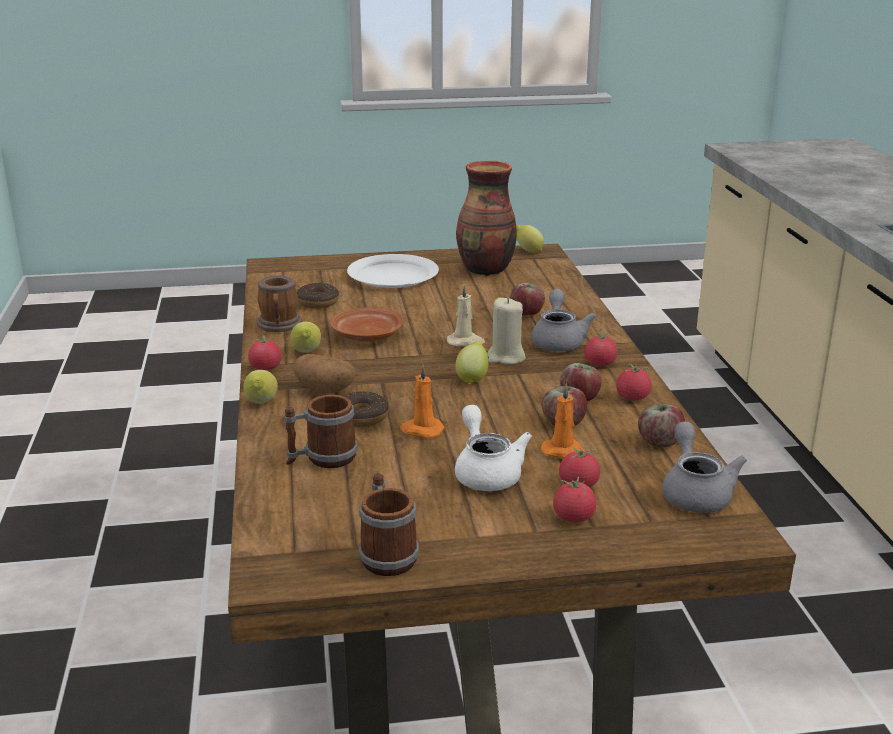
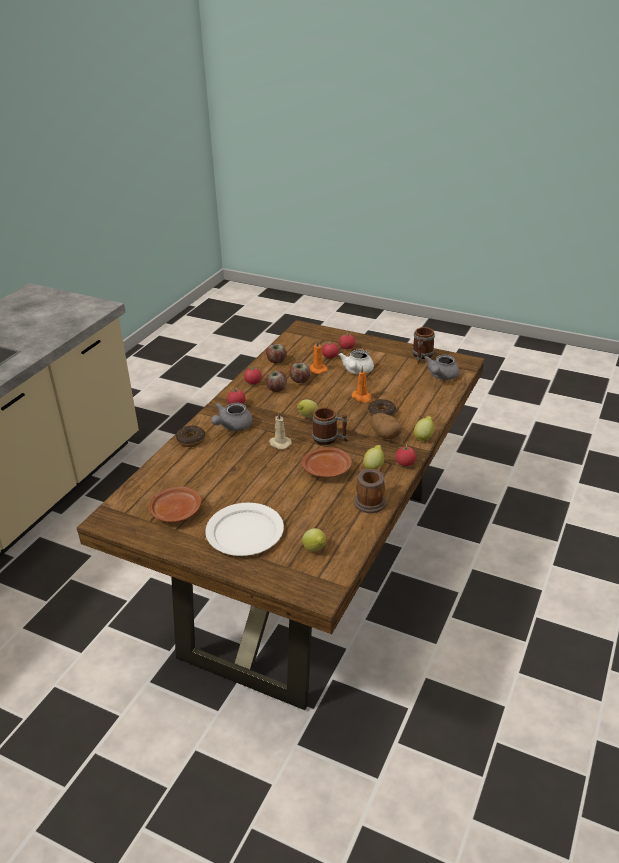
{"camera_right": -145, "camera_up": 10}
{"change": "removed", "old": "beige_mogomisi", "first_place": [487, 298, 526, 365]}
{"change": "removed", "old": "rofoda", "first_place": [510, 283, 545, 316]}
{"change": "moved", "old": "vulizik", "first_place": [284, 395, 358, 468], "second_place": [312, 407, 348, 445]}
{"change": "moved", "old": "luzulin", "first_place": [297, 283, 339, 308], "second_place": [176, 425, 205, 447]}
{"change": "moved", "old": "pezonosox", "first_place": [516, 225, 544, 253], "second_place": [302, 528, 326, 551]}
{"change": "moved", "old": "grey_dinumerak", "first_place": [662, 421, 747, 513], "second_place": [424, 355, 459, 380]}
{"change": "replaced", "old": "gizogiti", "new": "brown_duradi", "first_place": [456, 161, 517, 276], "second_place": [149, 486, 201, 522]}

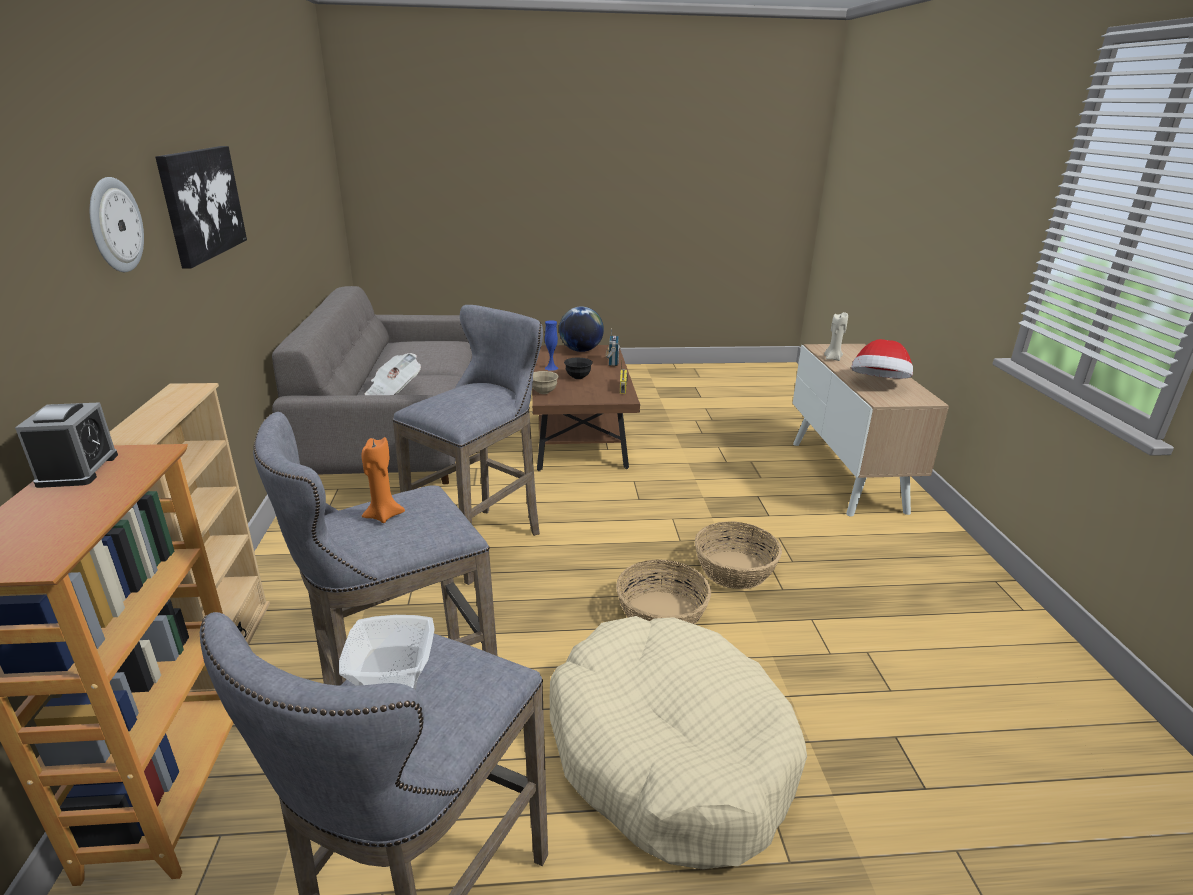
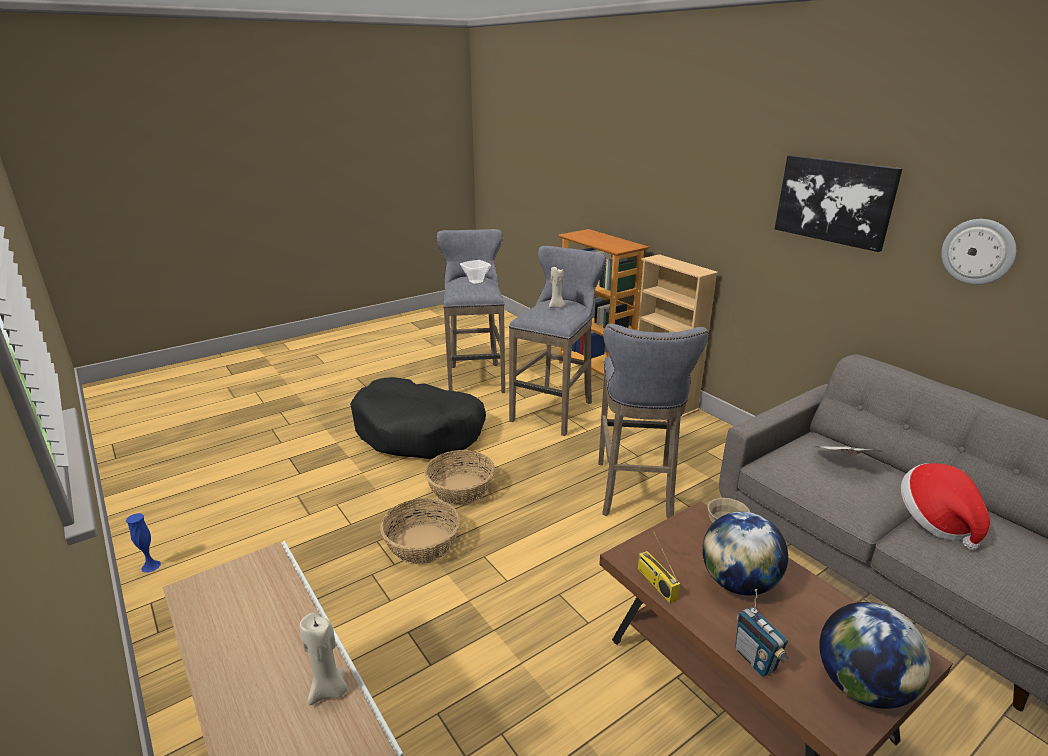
{"camera_right": 150, "camera_up": 0}
{"change": "removed", "old": "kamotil", "first_place": [15, 402, 118, 488]}
{"change": "moved", "old": "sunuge", "first_place": [90, 177, 144, 272], "second_place": [941, 219, 1016, 285]}
{"change": "moved", "old": "blue_gizogiti", "first_place": [545, 320, 558, 371], "second_place": [126, 513, 161, 573]}
{"change": "moved", "old": "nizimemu", "first_place": [851, 339, 913, 379], "second_place": [901, 463, 990, 550]}
{"change": "replaced", "old": "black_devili", "new": "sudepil", "first_place": [564, 357, 593, 379], "second_place": [702, 511, 788, 595]}
{"change": "recoloured", "old": "orange_mogomisi", "new": "beige_mogomisi", "first_place": [362, 437, 405, 523], "second_place": [549, 267, 565, 308]}
{"change": "recoloured", "old": "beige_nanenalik", "new": "black_nanenalik", "first_place": [550, 616, 807, 869], "second_place": [350, 377, 486, 459]}

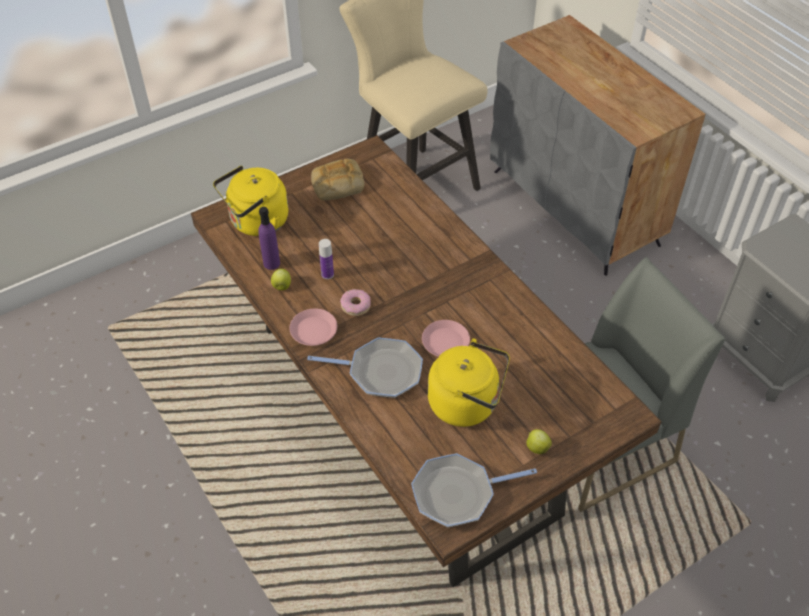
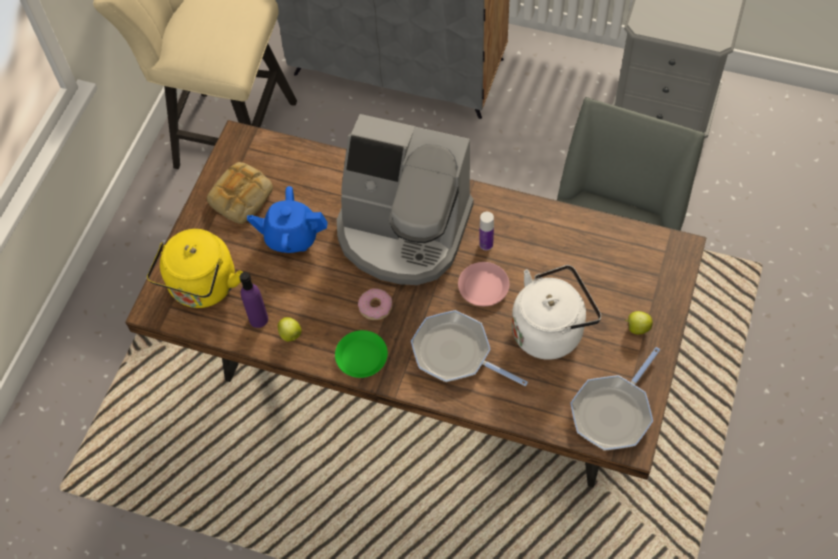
{"camera_right": -35, "camera_up": 10}
{"change": "added", "new": "blue_dinumerak", "second_place": [247, 186, 328, 253]}
{"change": "added", "new": "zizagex", "second_place": [337, 114, 474, 285]}
{"change": "moved", "old": "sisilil", "first_place": [319, 239, 334, 279], "second_place": [479, 212, 494, 250]}
{"change": "recoloured", "old": "pink_duradi", "new": "green_duradi", "first_place": [289, 309, 337, 346], "second_place": [335, 330, 388, 378]}
{"change": "recoloured", "old": "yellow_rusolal", "new": "white_rusolal", "first_place": [428, 339, 510, 427], "second_place": [512, 265, 601, 360]}
{"change": "turned", "old": "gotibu", "first_place": [307, 337, 423, 398], "second_place": [411, 310, 528, 386], "degrees": -120}

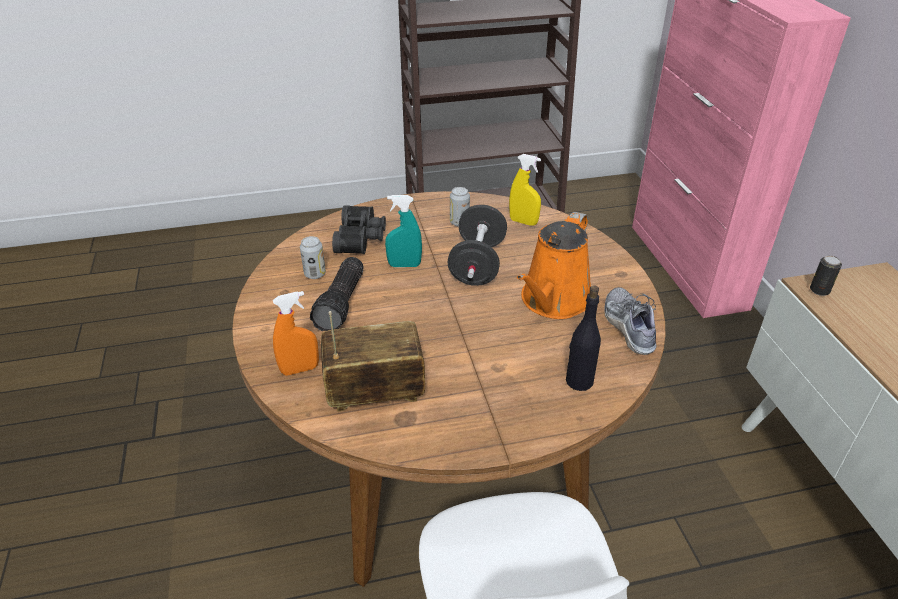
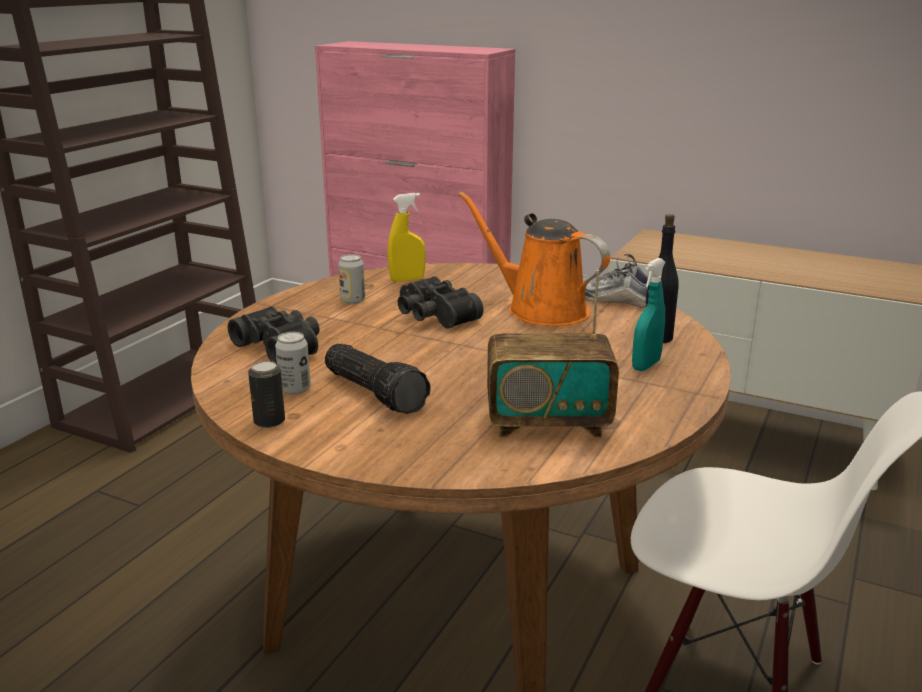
{"camera_right": -50, "camera_up": -15}
{"change": "removed", "old": "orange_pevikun", "first_place": [273, 291, 319, 376]}
{"change": "moved", "old": "turquoise_pevikun", "first_place": [385, 195, 422, 267], "second_place": [632, 258, 665, 371]}
{"change": "moved", "old": "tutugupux", "first_place": [810, 256, 842, 296], "second_place": [248, 361, 285, 428]}
{"change": "replaced", "old": "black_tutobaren", "new": "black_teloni", "first_place": [447, 205, 507, 286], "second_place": [398, 276, 483, 329]}
{"change": "turned", "old": "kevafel", "first_place": [321, 311, 425, 411], "second_place": [487, 270, 619, 437], "degrees": -120}
{"change": "turned", "old": "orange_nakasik", "first_place": [517, 212, 591, 319], "second_place": [458, 191, 610, 326], "degrees": 150}

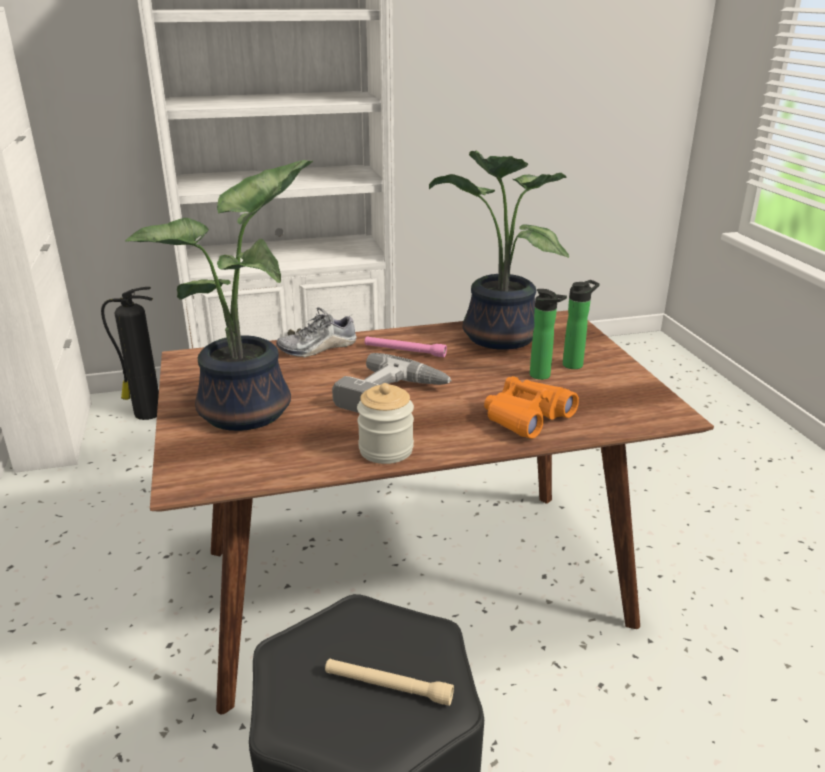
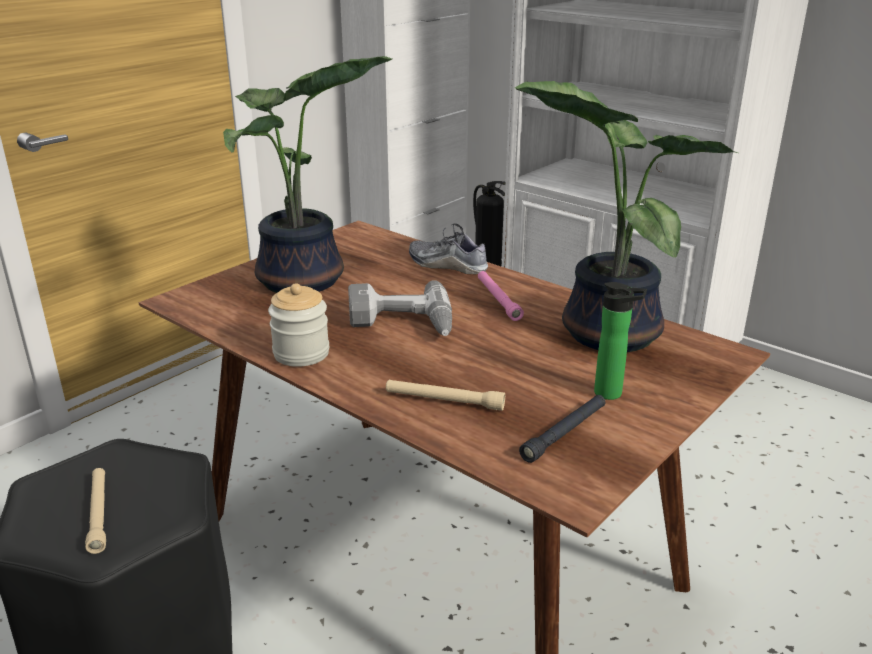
{"camera_right": 55, "camera_up": 0}
{"change": "removed", "old": "sisilil", "first_place": [530, 289, 567, 380]}
{"change": "added", "new": "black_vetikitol", "second_place": [519, 395, 605, 463]}
{"change": "replaced", "old": "orange_teloni", "new": "beige_vetikitol", "first_place": [484, 376, 579, 439], "second_place": [386, 380, 505, 411]}

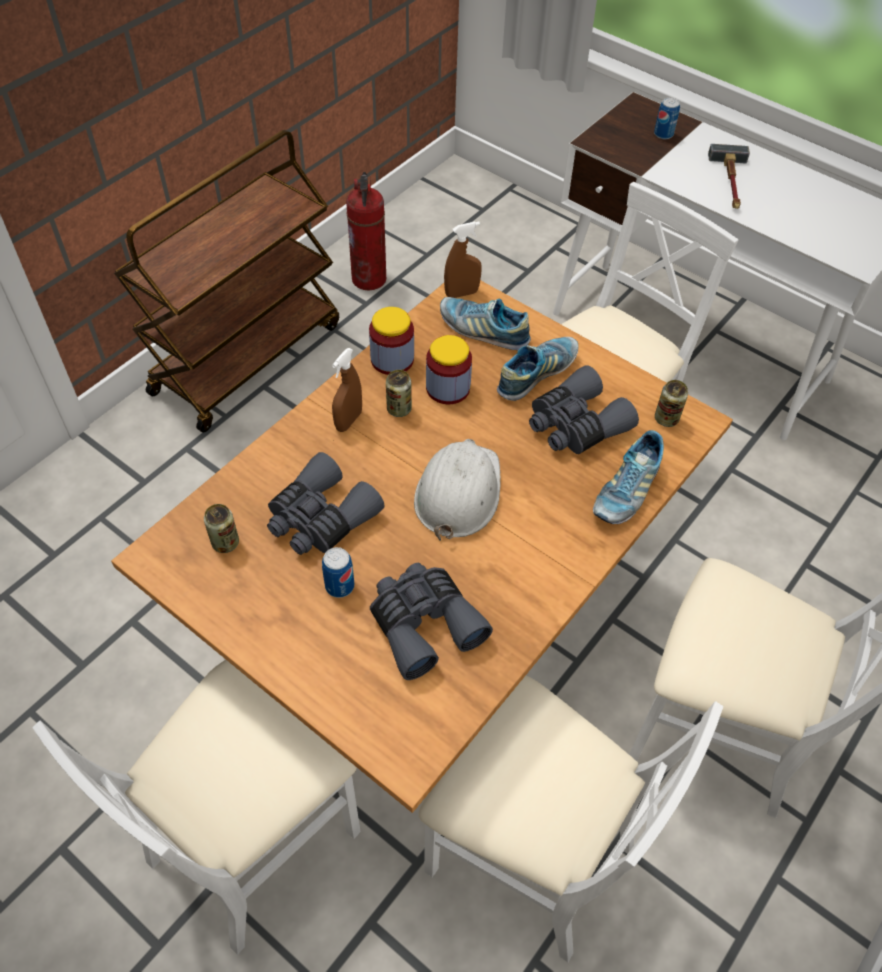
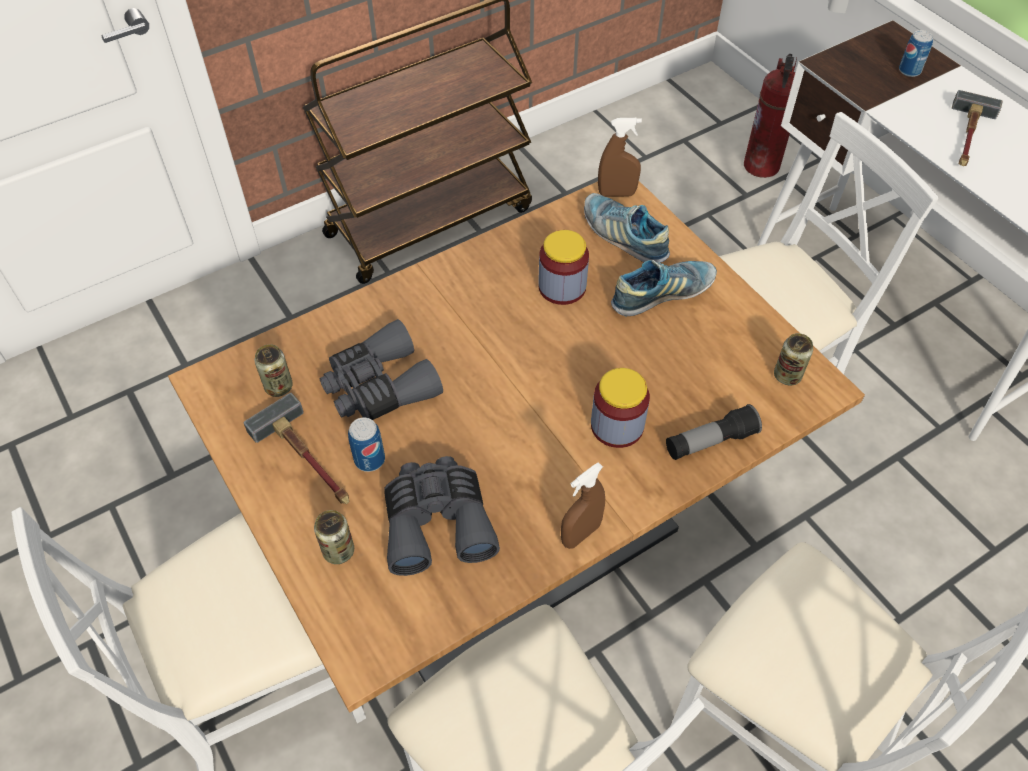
{"camera_right": 20, "camera_up": 0}
{"change": "removed", "old": "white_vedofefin", "first_place": [414, 439, 500, 541]}
{"change": "removed", "old": "grey_teloni", "first_place": [529, 365, 639, 454]}
{"change": "added", "new": "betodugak", "second_place": [244, 393, 349, 504]}
{"change": "moved", "old": "brown_pevikun", "first_place": [332, 348, 362, 432], "second_place": [561, 462, 605, 549]}
{"change": "moved", "old": "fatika", "first_place": [346, 172, 386, 290], "second_place": [744, 54, 797, 178]}
{"change": "moved", "old": "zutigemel", "first_place": [369, 307, 414, 375], "second_place": [591, 368, 650, 448]}
{"change": "moved", "old": "tutugupux", "first_place": [386, 370, 412, 417], "second_place": [314, 510, 354, 564]}
{"change": "replaced", "old": "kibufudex", "new": "vetikitol", "first_place": [593, 430, 664, 524], "second_place": [666, 404, 762, 460]}

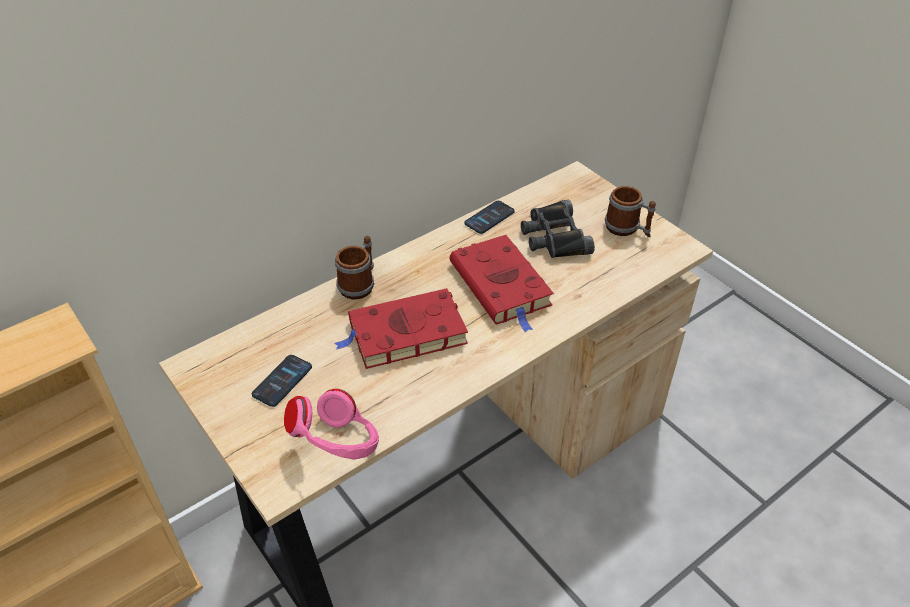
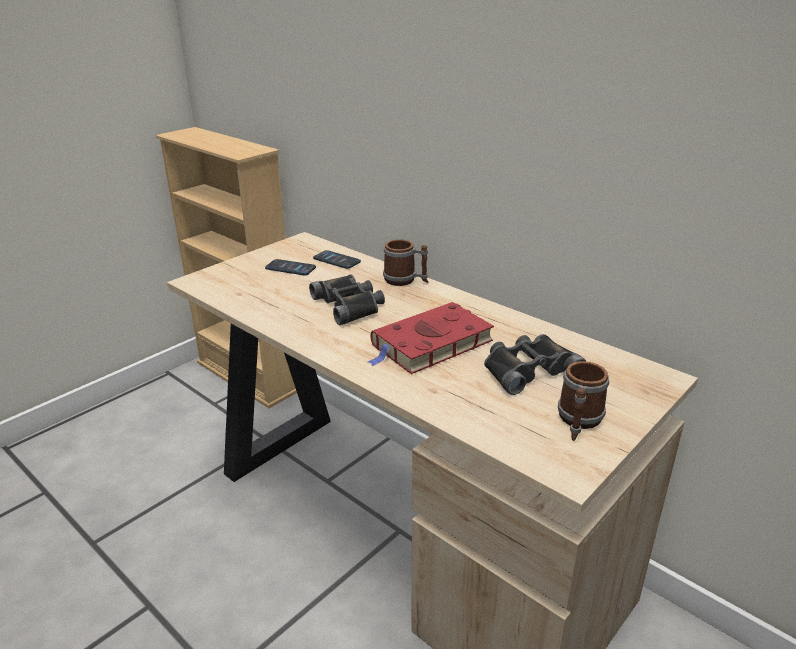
{"camera_right": 80, "camera_up": -15}
{"change": "removed", "old": "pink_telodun", "first_place": [284, 389, 379, 460]}
{"change": "moved", "old": "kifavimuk", "first_place": [465, 201, 515, 234], "second_place": [313, 250, 361, 269]}
{"change": "replaced", "old": "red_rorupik", "new": "black_teloni", "first_place": [334, 288, 468, 369], "second_place": [309, 274, 385, 325]}

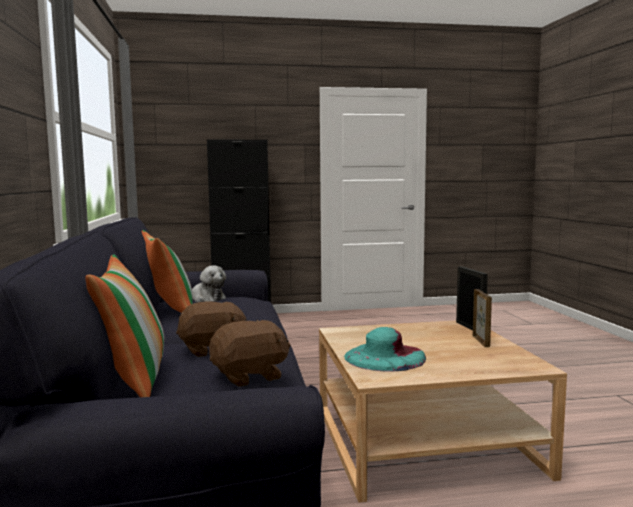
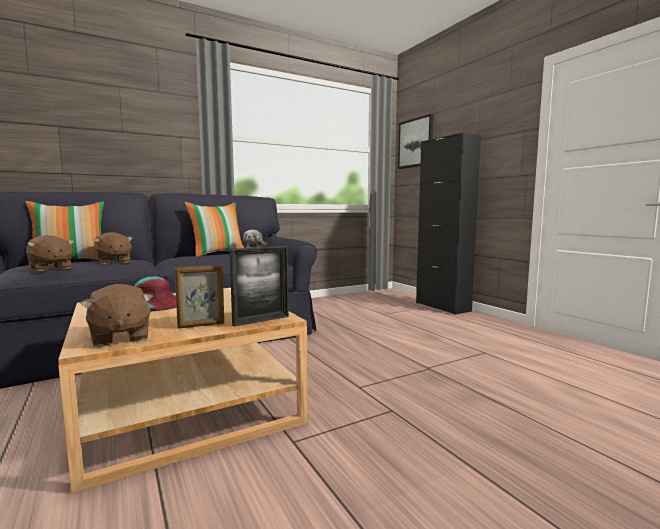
{"camera_right": 70, "camera_up": 0}
{"change": "added", "new": "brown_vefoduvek", "second_place": [80, 284, 153, 347]}
{"change": "added", "new": "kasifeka", "second_place": [398, 114, 434, 169]}

